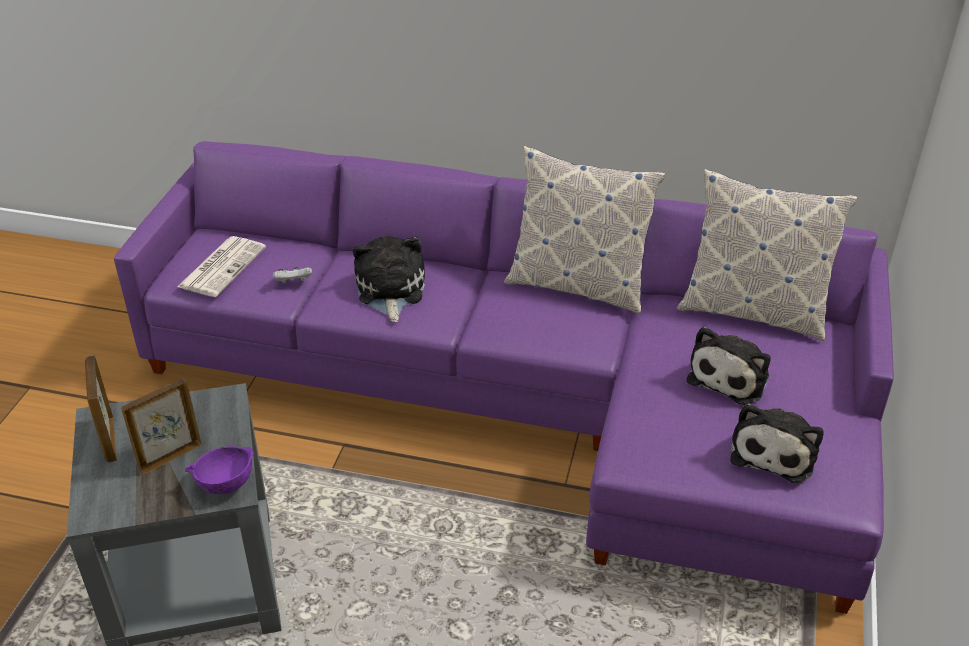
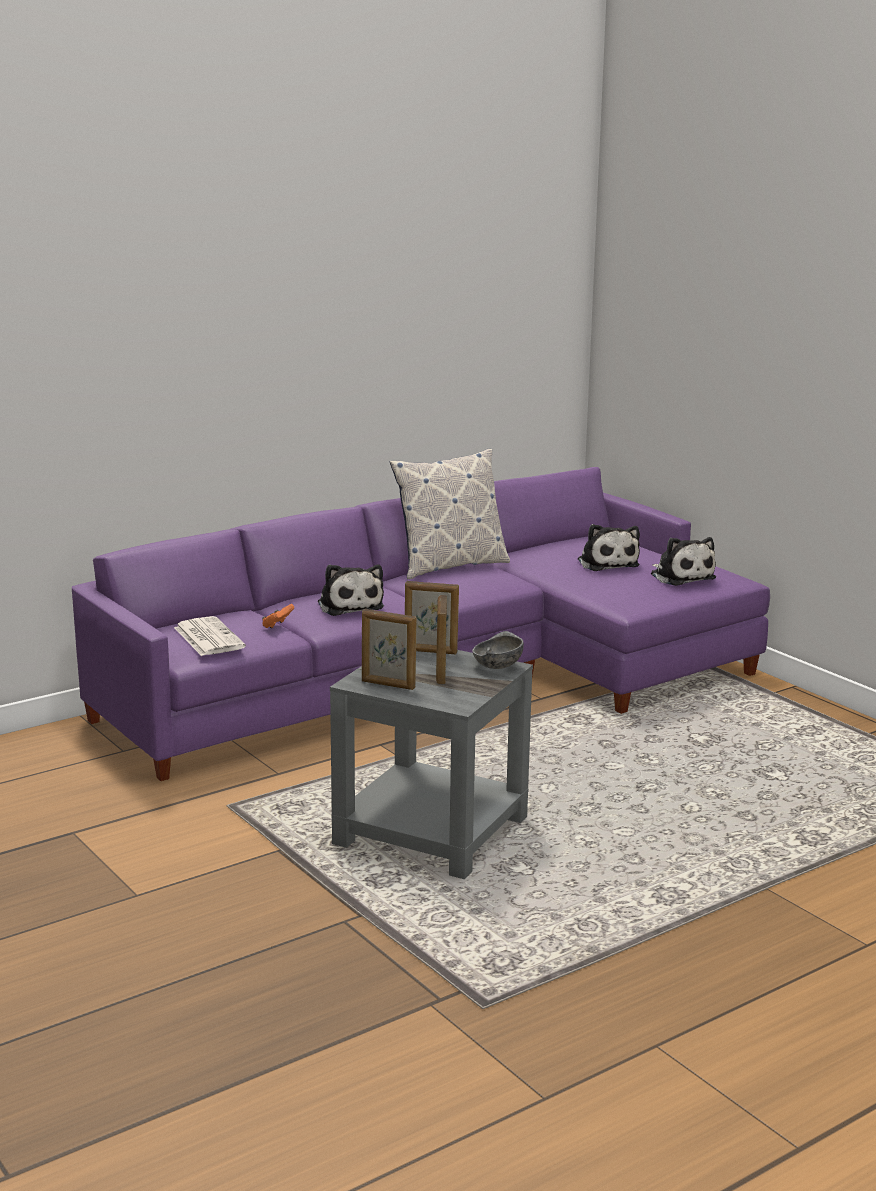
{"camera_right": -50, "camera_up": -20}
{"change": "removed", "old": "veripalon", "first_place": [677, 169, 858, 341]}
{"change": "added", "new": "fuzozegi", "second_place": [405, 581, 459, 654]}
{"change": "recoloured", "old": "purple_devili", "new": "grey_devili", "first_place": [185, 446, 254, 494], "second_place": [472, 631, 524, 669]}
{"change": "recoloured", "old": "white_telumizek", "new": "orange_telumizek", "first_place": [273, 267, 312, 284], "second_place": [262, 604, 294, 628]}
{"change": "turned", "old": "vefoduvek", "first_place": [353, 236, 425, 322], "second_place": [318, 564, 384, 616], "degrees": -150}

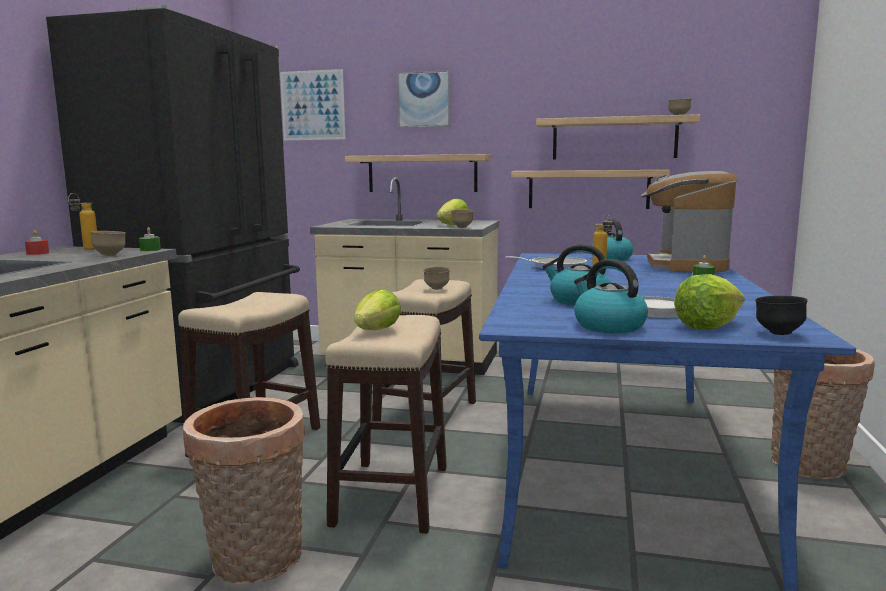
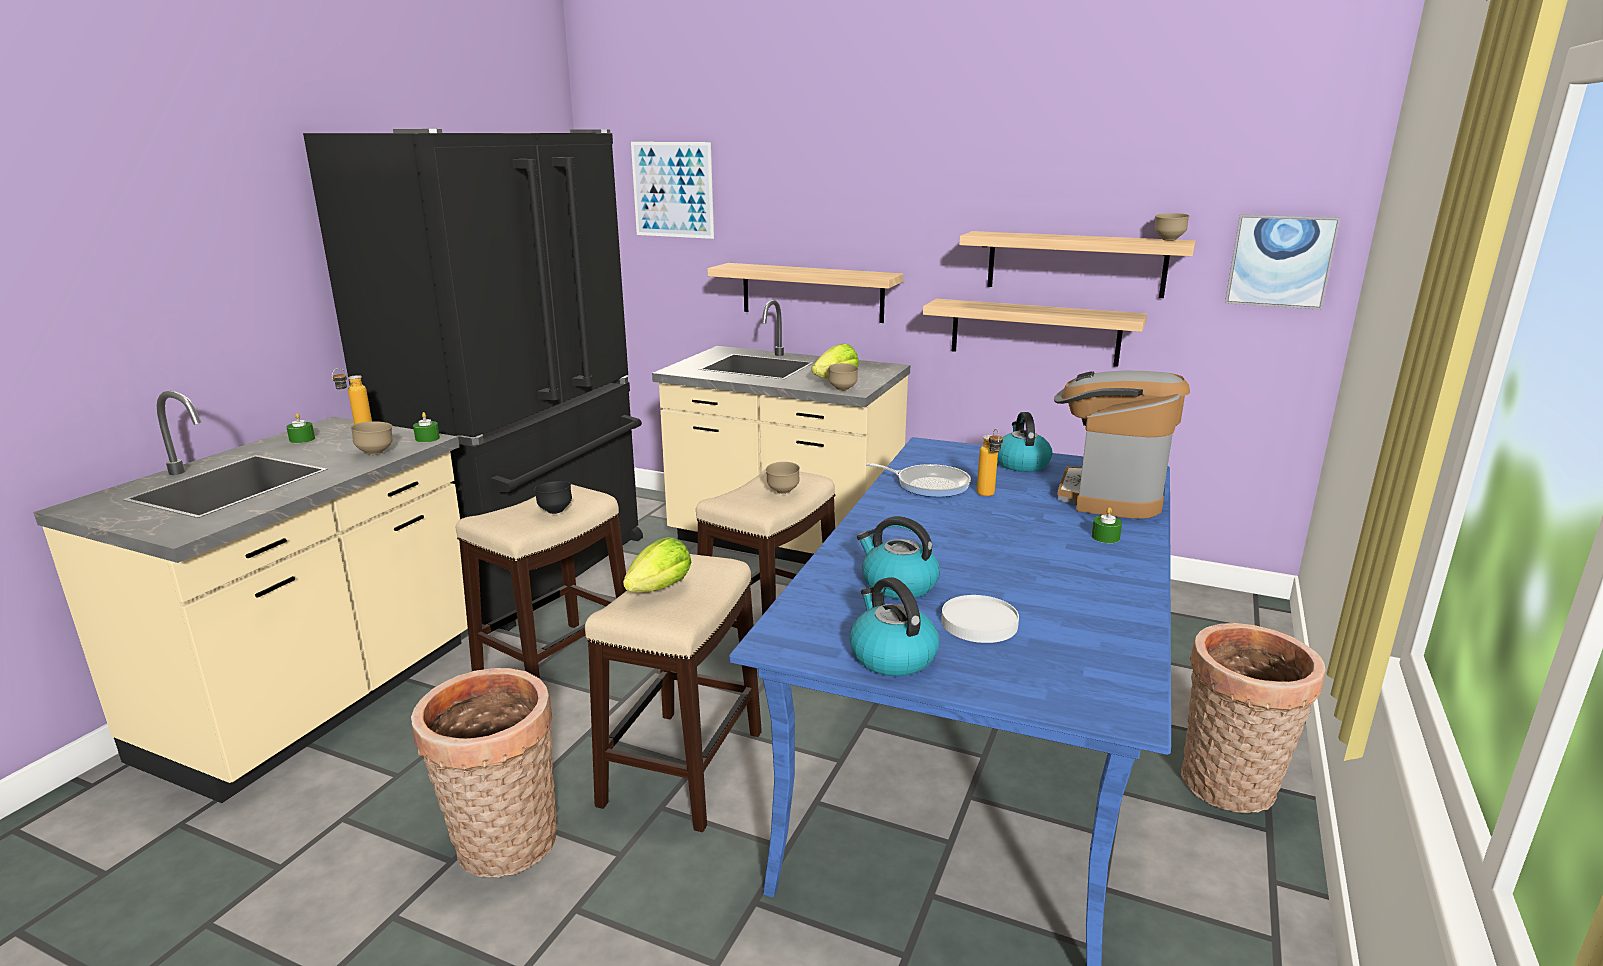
{"camera_right": 10, "camera_up": 10}
{"change": "removed", "old": "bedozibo", "first_place": [674, 274, 745, 329]}
{"change": "moved", "old": "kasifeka", "first_place": [397, 70, 451, 128], "second_place": [1225, 214, 1340, 310]}
{"change": "moved", "old": "black_devili", "first_place": [755, 296, 808, 335], "second_place": [534, 481, 572, 514]}
{"change": "recoloured", "old": "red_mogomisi", "new": "green_mogomisi", "first_place": [25, 230, 49, 255], "second_place": [286, 413, 315, 443]}

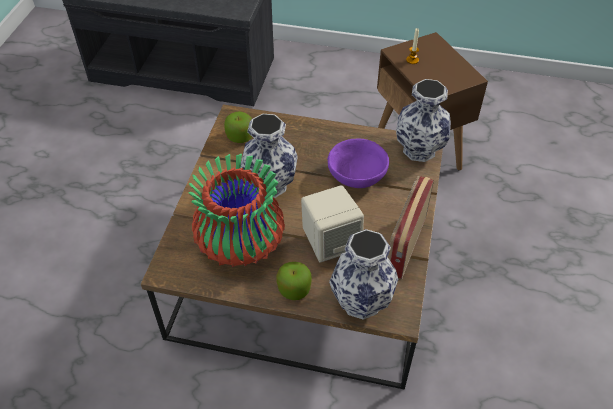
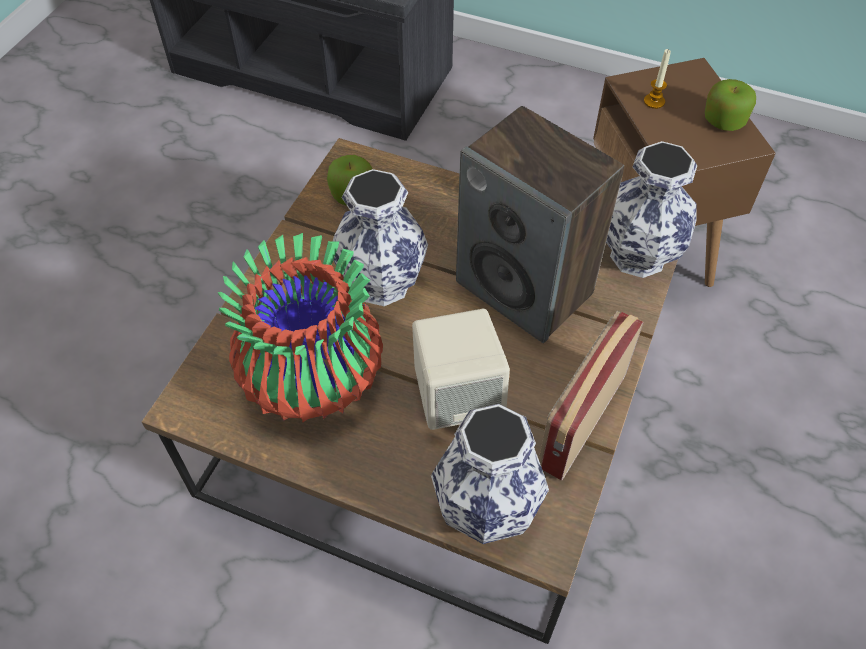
{"camera_right": 10, "camera_up": 5}
{"change": "moved", "old": "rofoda", "first_place": [276, 262, 312, 300], "second_place": [705, 79, 756, 131]}
{"change": "replaced", "old": "purple_devili", "new": "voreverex", "first_place": [327, 139, 389, 188], "second_place": [456, 106, 624, 343]}

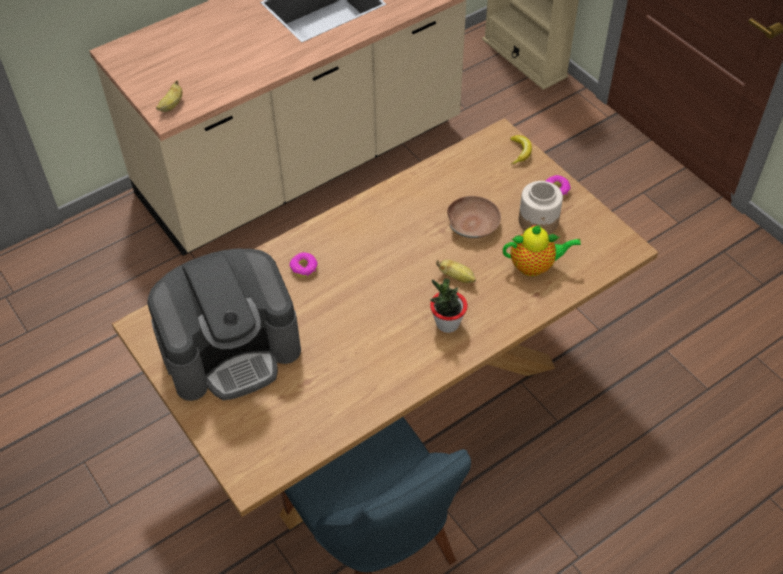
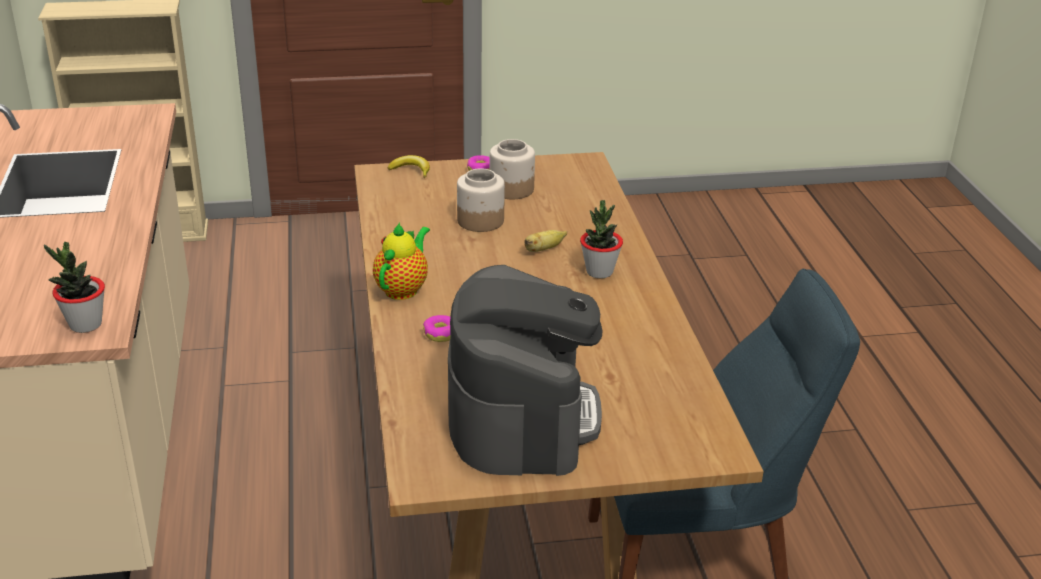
{"camera_right": -65, "camera_up": -20}
{"change": "moved", "old": "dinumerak", "first_place": [503, 225, 581, 276], "second_place": [373, 223, 430, 300]}
{"change": "replaced", "old": "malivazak", "new": "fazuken", "first_place": [156, 80, 182, 112], "second_place": [44, 241, 105, 333]}
{"change": "replaced", "old": "brown_devili", "new": "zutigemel", "first_place": [447, 196, 501, 238], "second_place": [457, 168, 505, 232]}

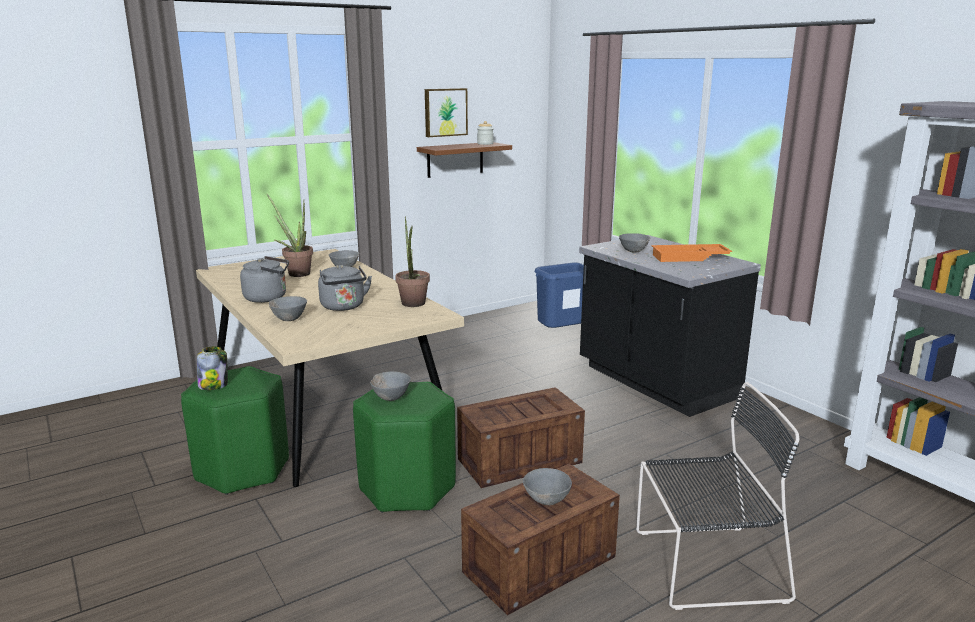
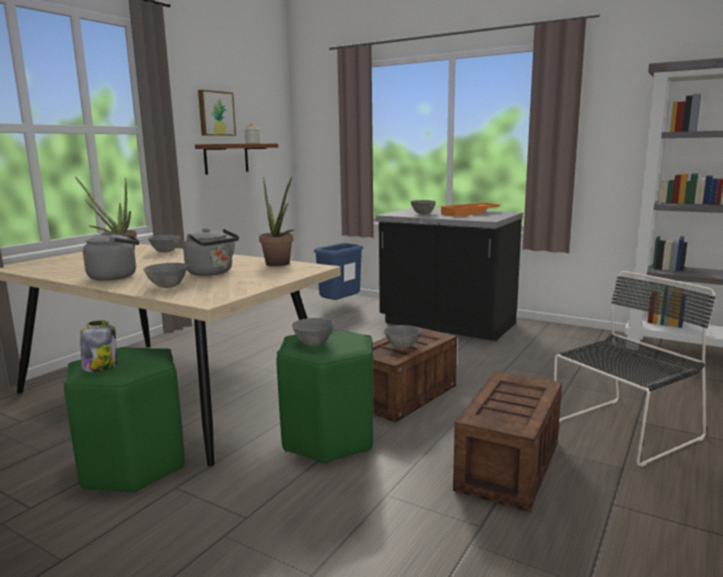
{"camera_right": -25, "camera_up": -5}
{"change": "moved", "old": "grey_devili", "first_place": [523, 468, 572, 505], "second_place": [384, 325, 421, 349]}

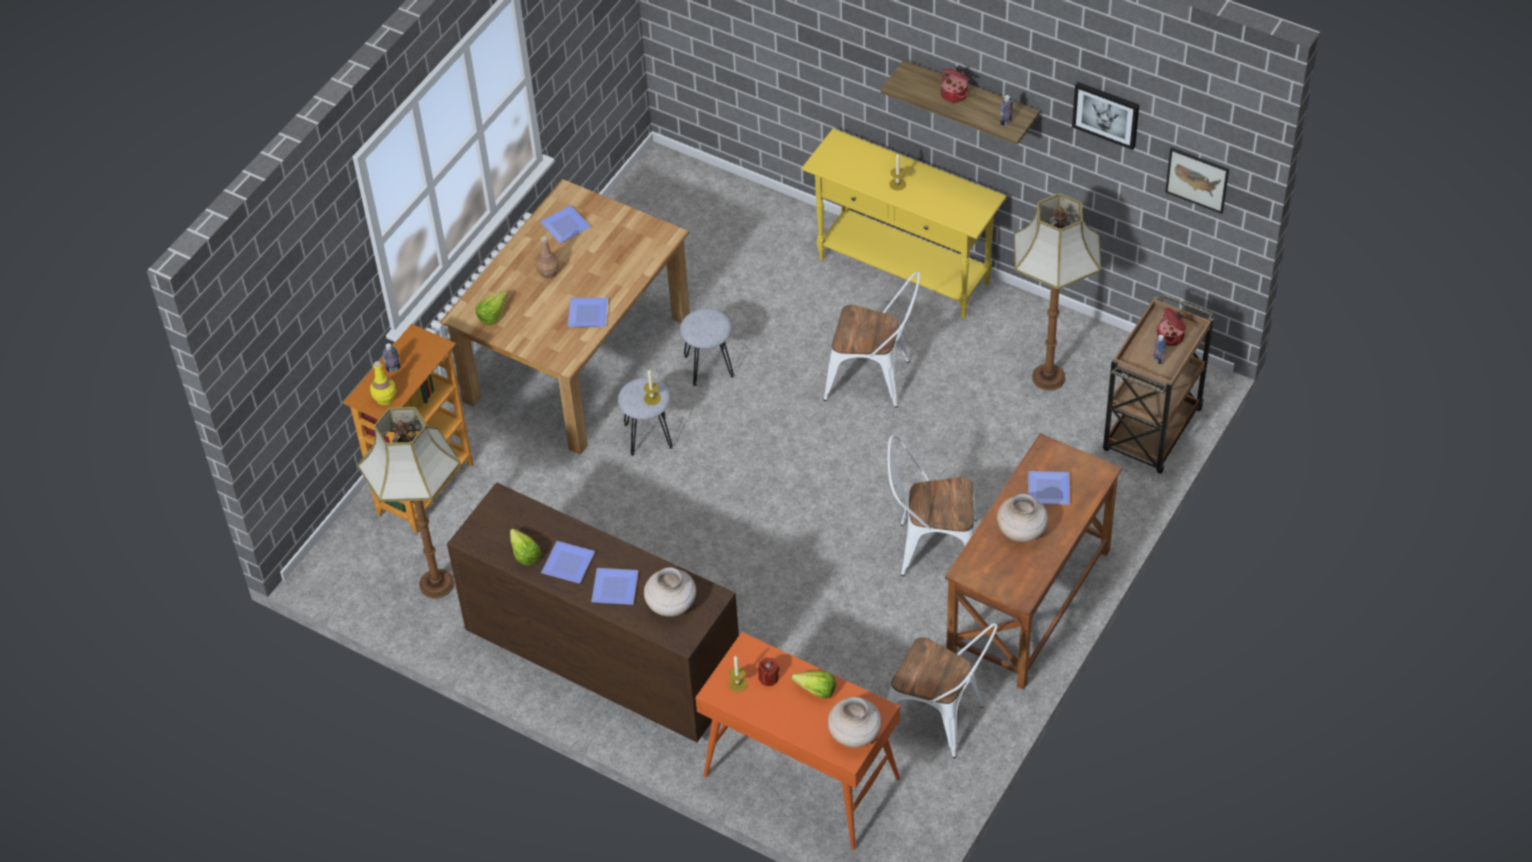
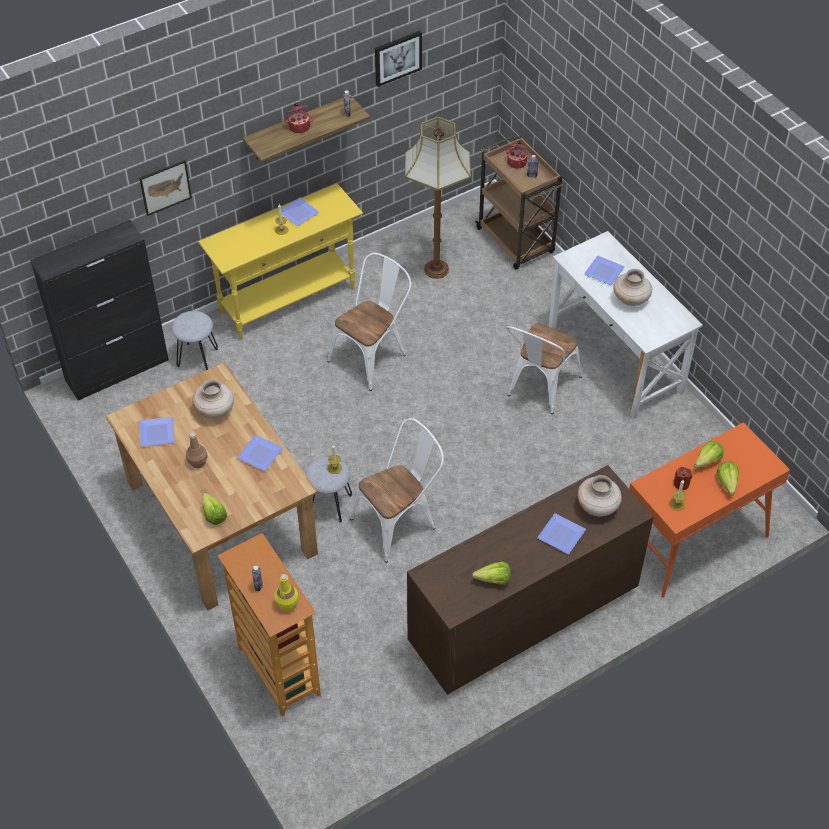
{"camera_right": -65, "camera_up": 0}
{"change": "removed", "old": "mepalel", "first_place": [358, 407, 460, 599]}
{"change": "added", "new": "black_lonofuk", "second_place": [30, 220, 169, 401]}
{"change": "added", "new": "bedozibo", "second_place": [716, 461, 739, 496]}
{"change": "moved", "old": "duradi", "first_place": [541, 541, 595, 583], "second_place": [278, 197, 319, 226]}
{"change": "moved", "old": "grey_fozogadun", "first_place": [680, 308, 734, 386], "second_place": [171, 311, 218, 370]}
{"change": "moved", "old": "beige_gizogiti", "first_place": [828, 697, 881, 748], "second_place": [192, 380, 234, 419]}
{"change": "moved", "old": "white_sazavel", "first_place": [887, 623, 998, 758], "second_place": [350, 418, 444, 563]}
{"change": "moved", "old": "kasifeka", "first_place": [1165, 147, 1229, 214], "second_place": [139, 160, 192, 216]}
{"change": "recoloured", "old": "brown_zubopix", "new": "white_zubopix", "first_place": [945, 433, 1122, 690], "second_place": [548, 231, 703, 419]}

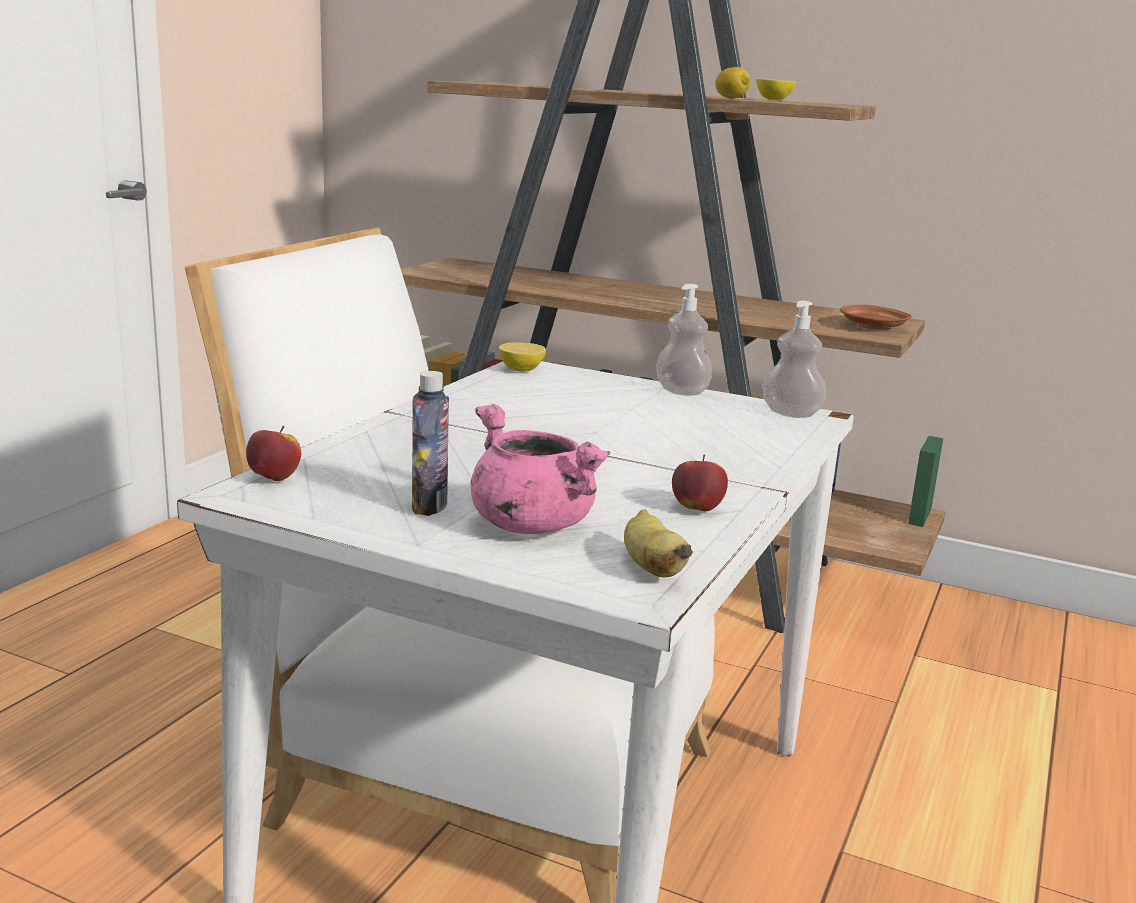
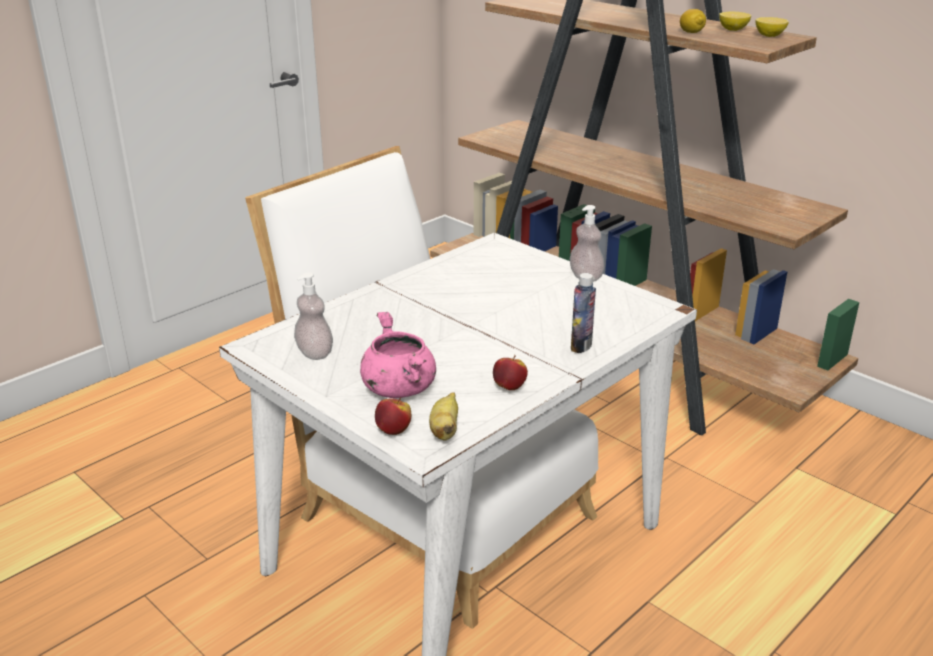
{"camera_right": 20, "camera_up": 10}
{"change": "removed", "old": "brown_duradi", "first_place": [840, 305, 911, 330]}
{"change": "moved", "old": "rofoda", "first_place": [246, 426, 301, 481], "second_place": [375, 397, 411, 435]}
{"change": "moved", "old": "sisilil", "first_place": [412, 371, 449, 516], "second_place": [571, 273, 596, 353]}
{"change": "moved", "old": "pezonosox", "first_place": [499, 342, 546, 372], "second_place": [756, 17, 789, 37]}
{"change": "moved", "old": "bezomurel", "first_place": [762, 301, 826, 418], "second_place": [294, 272, 333, 360]}

